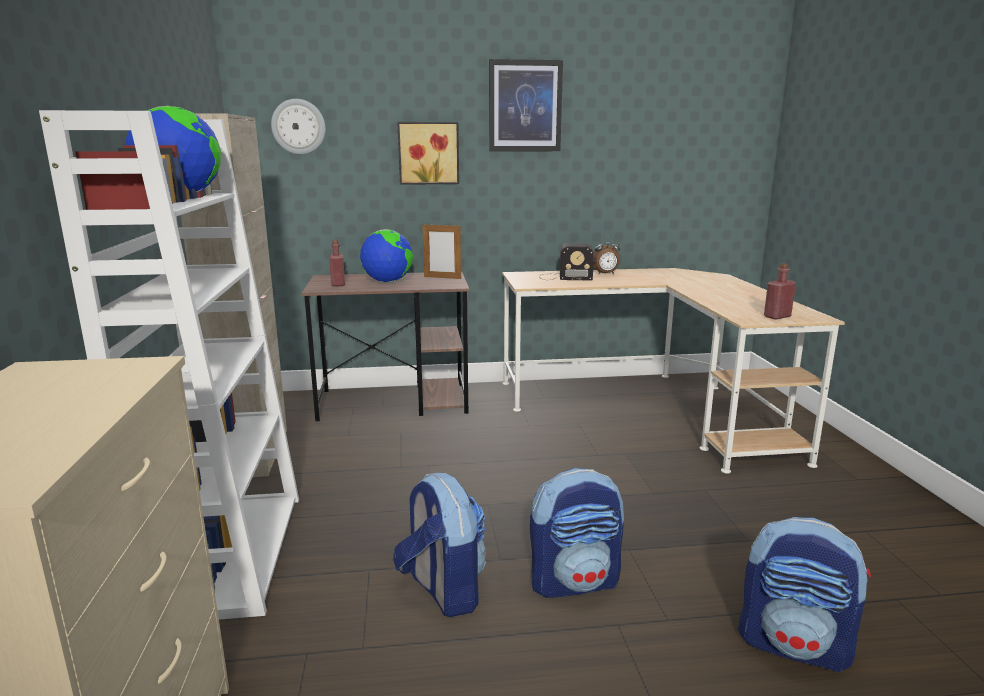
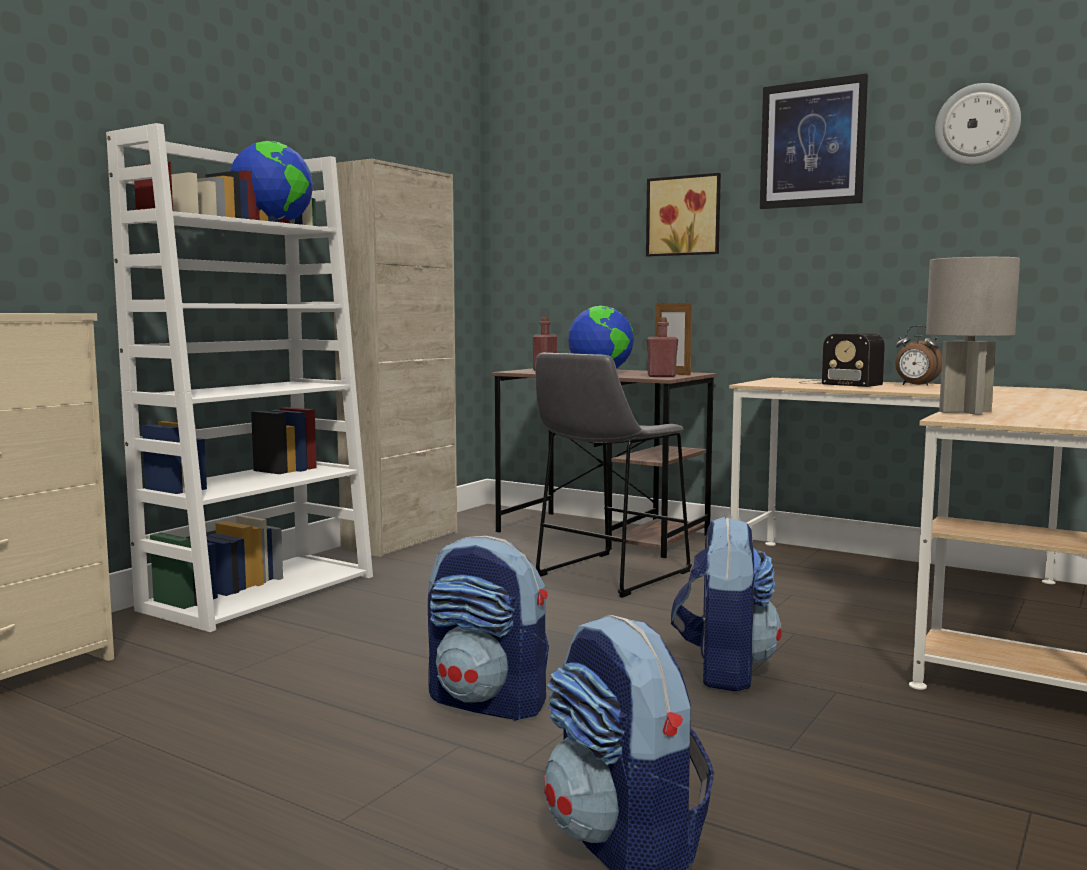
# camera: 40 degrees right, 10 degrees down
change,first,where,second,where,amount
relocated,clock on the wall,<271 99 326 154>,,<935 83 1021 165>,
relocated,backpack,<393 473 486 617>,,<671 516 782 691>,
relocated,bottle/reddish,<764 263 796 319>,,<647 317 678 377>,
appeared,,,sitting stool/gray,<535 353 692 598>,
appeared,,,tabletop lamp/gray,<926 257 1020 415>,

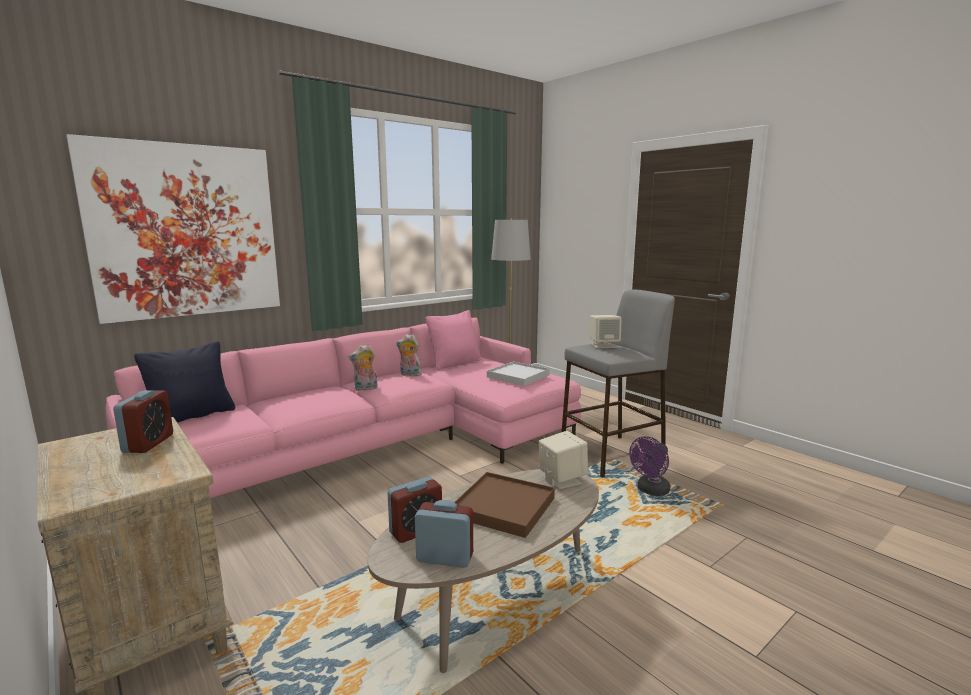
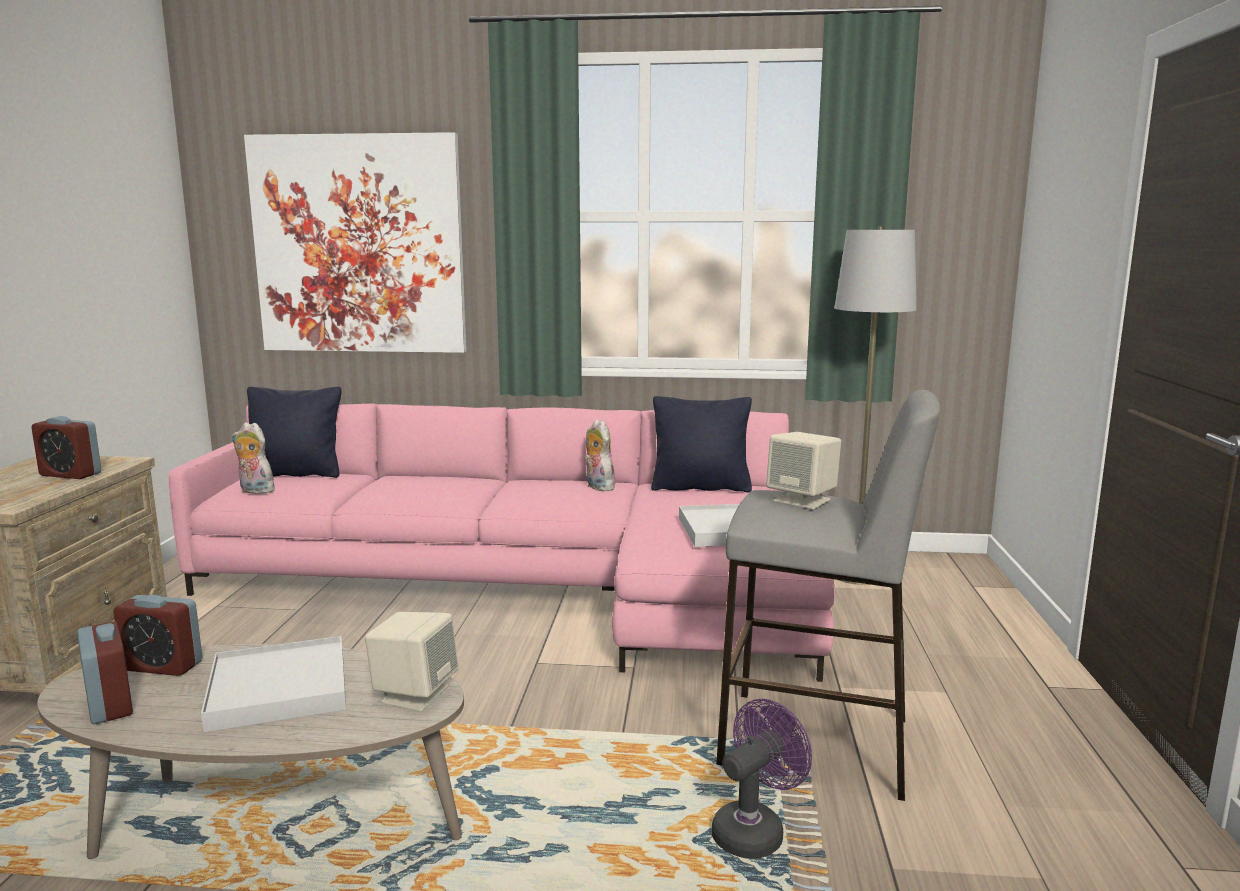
# camera: 45 degrees right, 0 degrees up
change,first,where,second,where,amount
spun,alarm clock,<113 390 173 453>,,<31 416 101 479>,60 degrees clockwise
relocated,soft toy,<348 344 378 391>,,<232 422 275 494>,
colour,cushion/pink,<426 310 481 370>,cushion/blackish,<651 396 752 493>,
colour,carrying tray/brown,<454 472 555 538>,carrying tray/whitish,<201 636 346 732>,
spun,electric fan/purple,<629 436 670 496>,,<712 699 812 859>,135 degrees clockwise

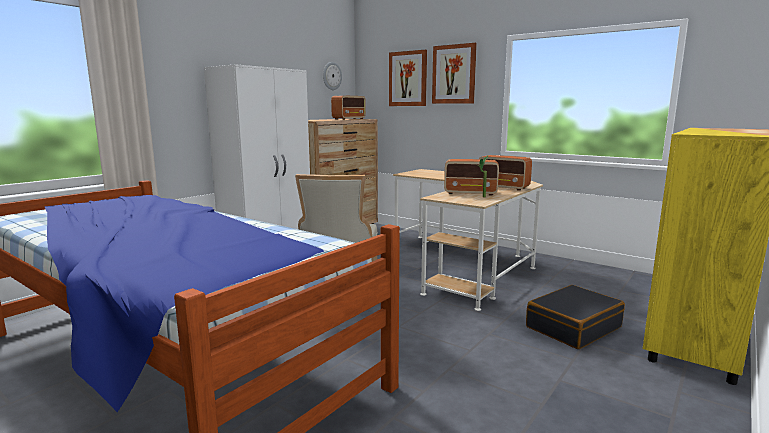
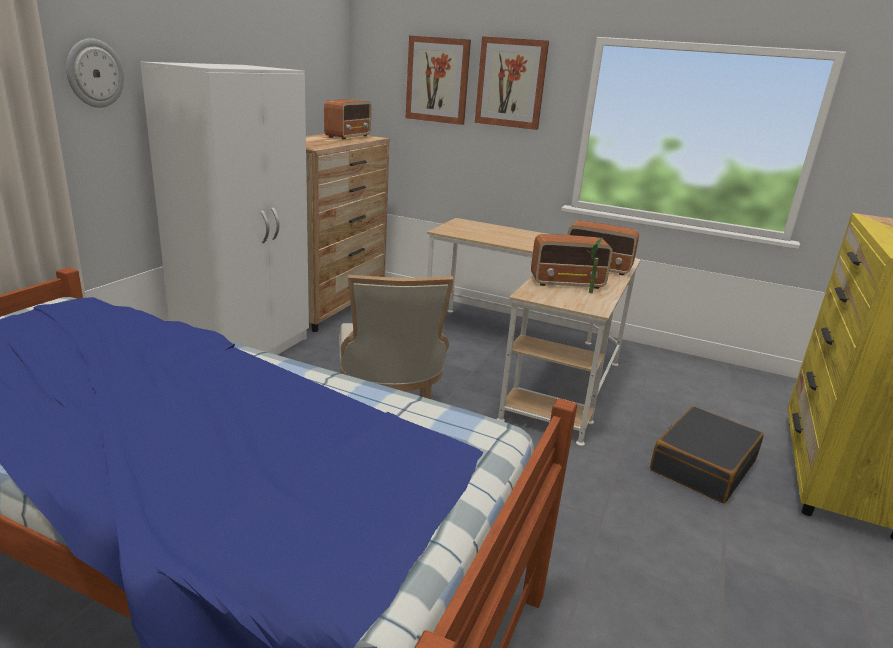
# camera: 15 degrees left, 10 degrees up
change,first,where,second,where,amount
relocated,clock on the wall,<323 62 342 90>,,<66 38 124 108>,

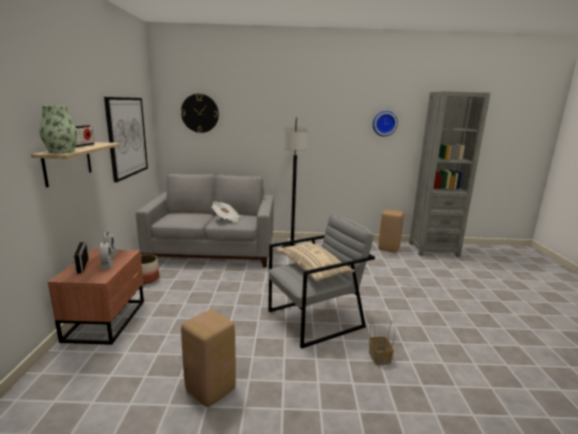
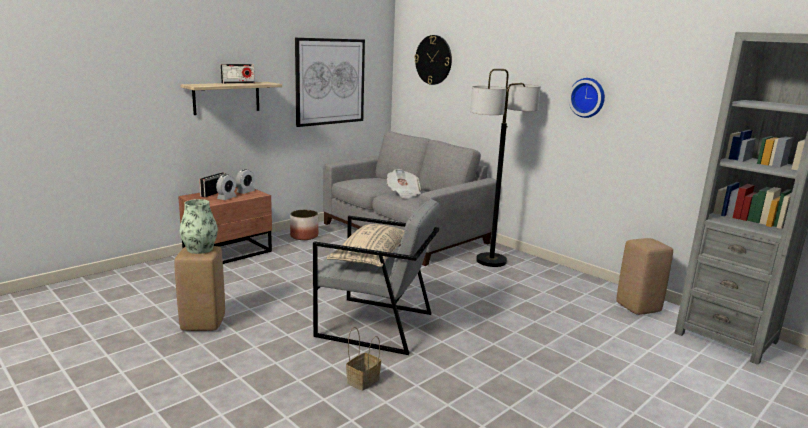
# camera: 45 degrees right, 0 degrees up
change,first,where,second,where,amount
relocated,flower vase,<39 105 78 153>,,<179 199 218 254>,
relocated,clock on the wall,<373 111 398 136>,,<568 78 605 118>,

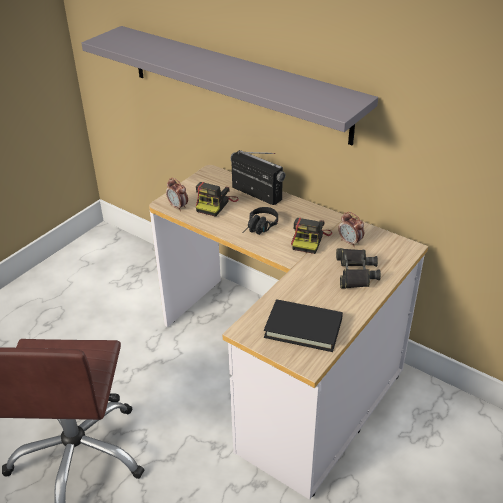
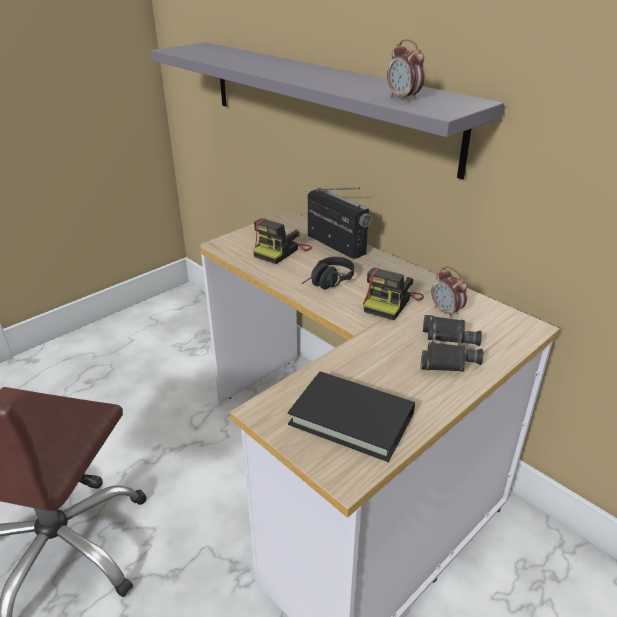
# camera: 10 degrees right, 5 degrees down
change,first,where,second,where,amount
relocated,alarm clock,<166 178 188 211>,,<387 39 425 102>,

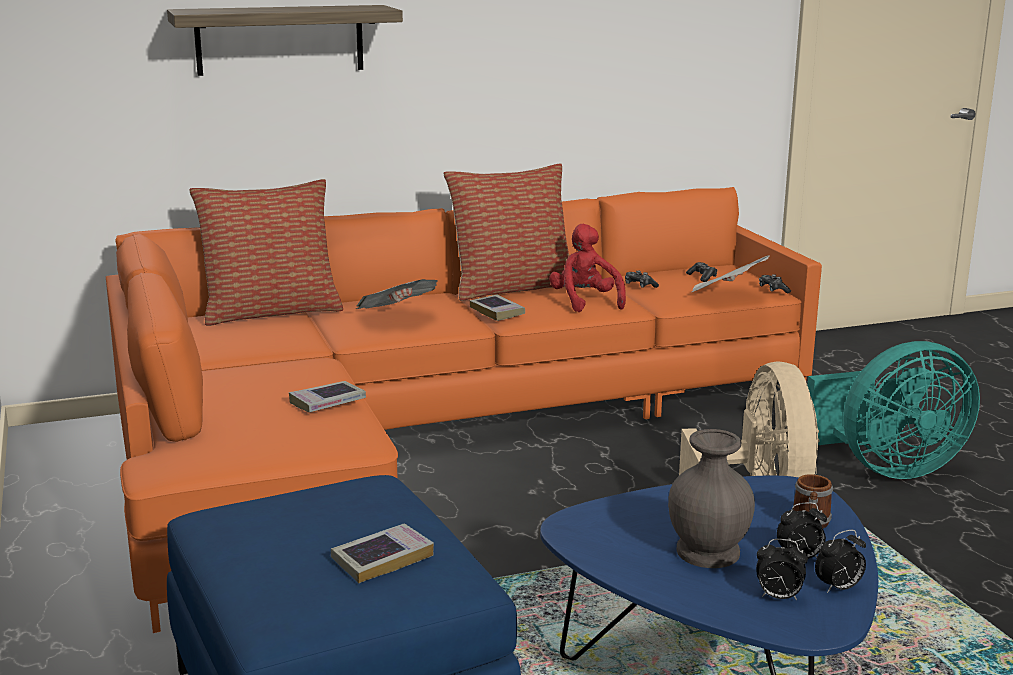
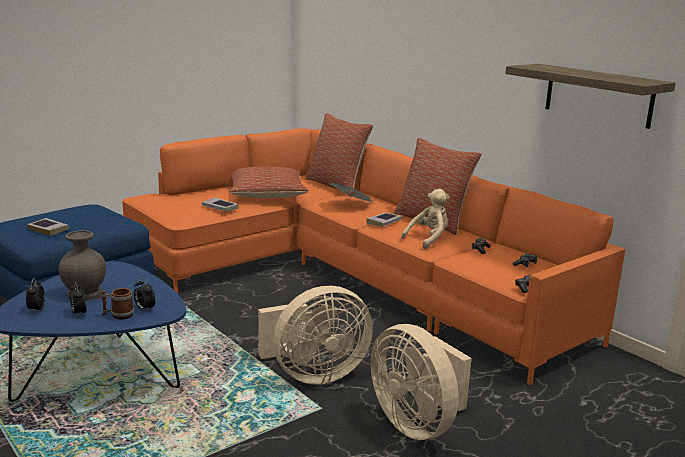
# camera: 70 degrees right, 0 degrees up
change,first,where,second,where,amount
relocated,shelf,<167 5 403 76>,,<505 64 676 129>,
colour,soft toy/reddish,<549 224 626 312>,soft toy/sand-coloured,<401 189 449 249>,
missing,daily paper,<692 255 770 292>,,,
colour,electric fan/blue-green,<807 341 980 479>,electric fan/sand-coloured,<371 324 472 440>,
relocated,alarm clock,<815 530 866 593>,,<134 278 156 311>,
appeared,,,cushion,<229 167 309 198>,

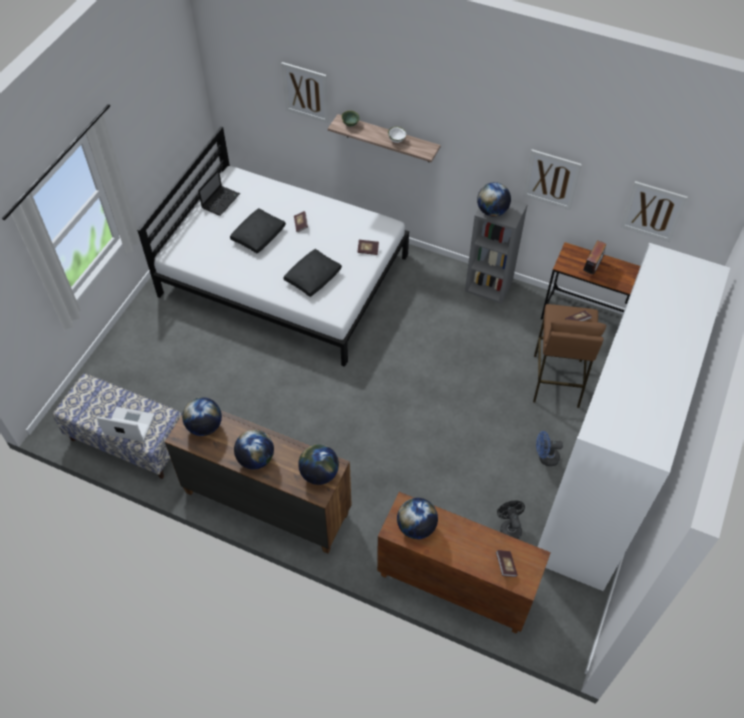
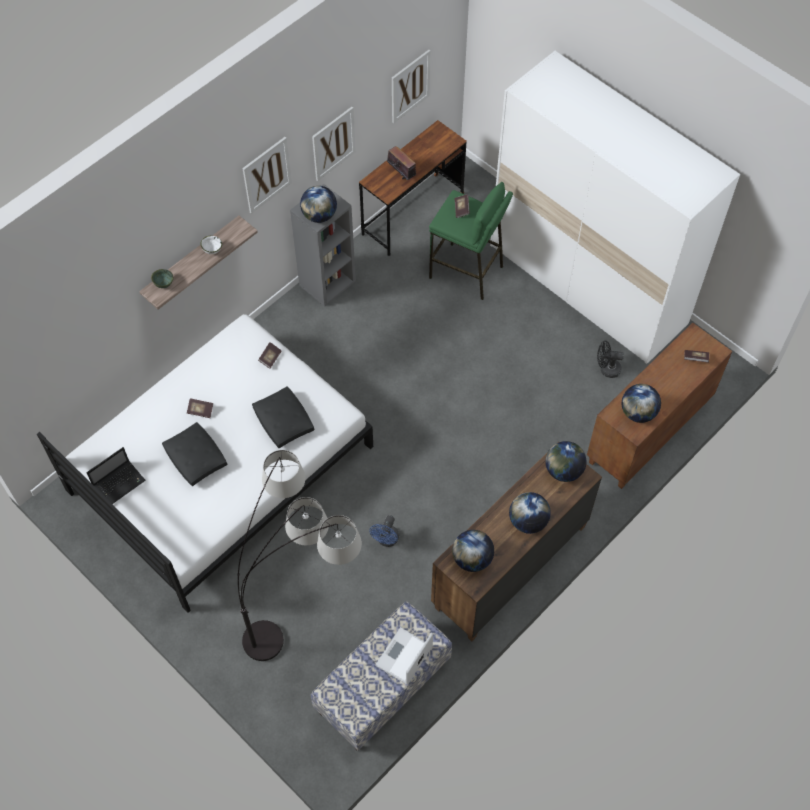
# camera: 70 degrees left, 5 degrees up
change,first,where,second,where,amount
spun,notebook computer,<198 169 240 216>,,<87 447 146 504>,90 degrees clockwise
relocated,picture,<281 62 329 123>,,<242 137 292 214>,
colour,sitting stool/brown,<533 304 606 408>,sitting stool/green-coloured,<429 182 513 300>,
relocated,electric fan/blue-coloured,<536 431 563 467>,,<369 515 399 547>,
appeared,,,standing lamp,<237 450 362 661>,

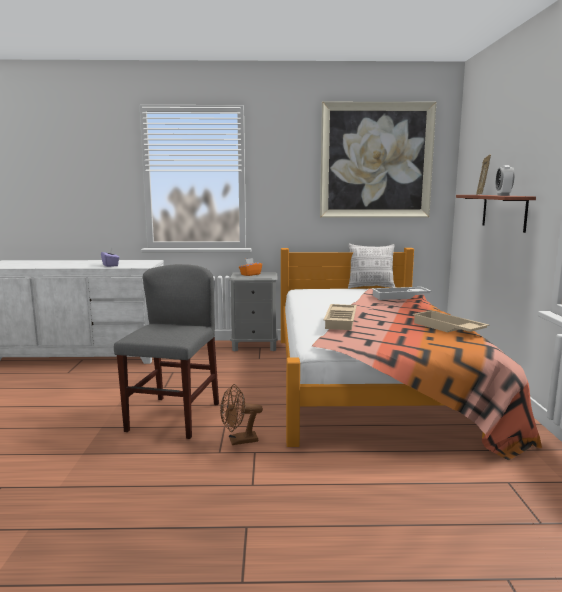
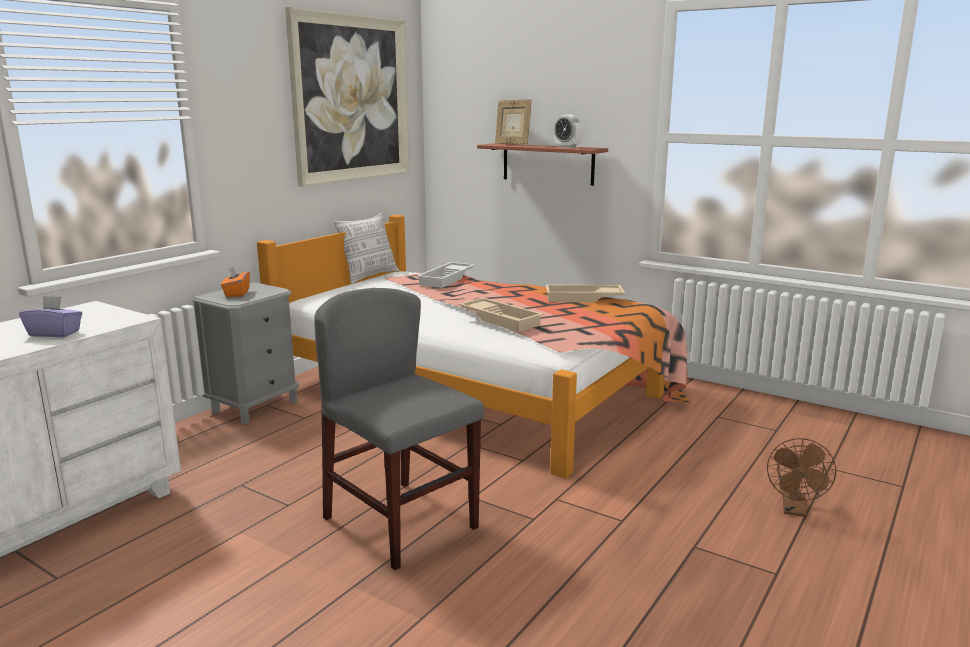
# camera: 55 degrees left, 5 degrees up
change,first,where,second,where,amount
relocated,electric fan/brown,<220 384 263 445>,,<767 438 836 517>,

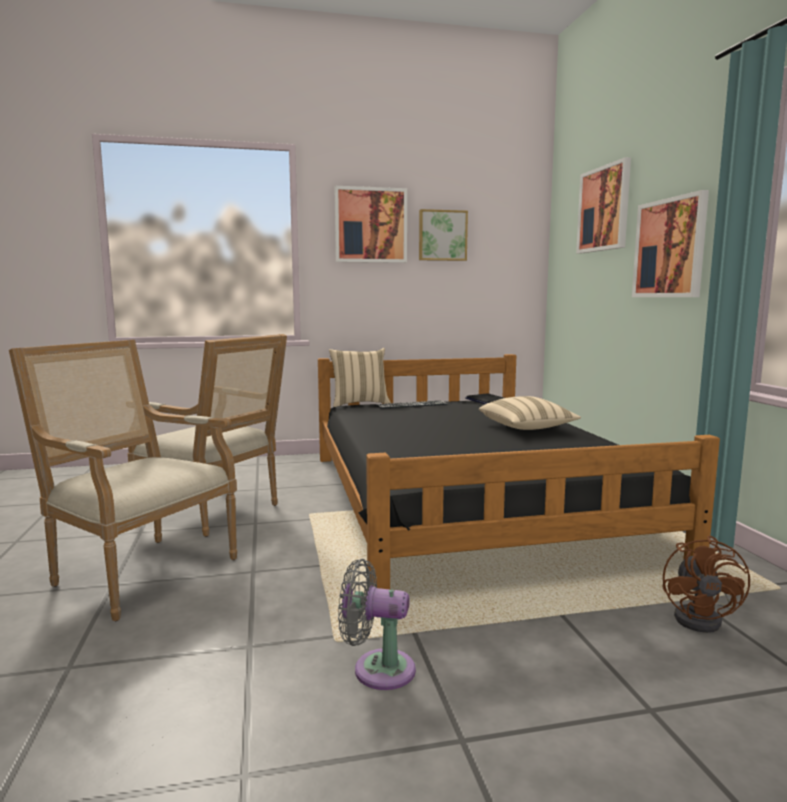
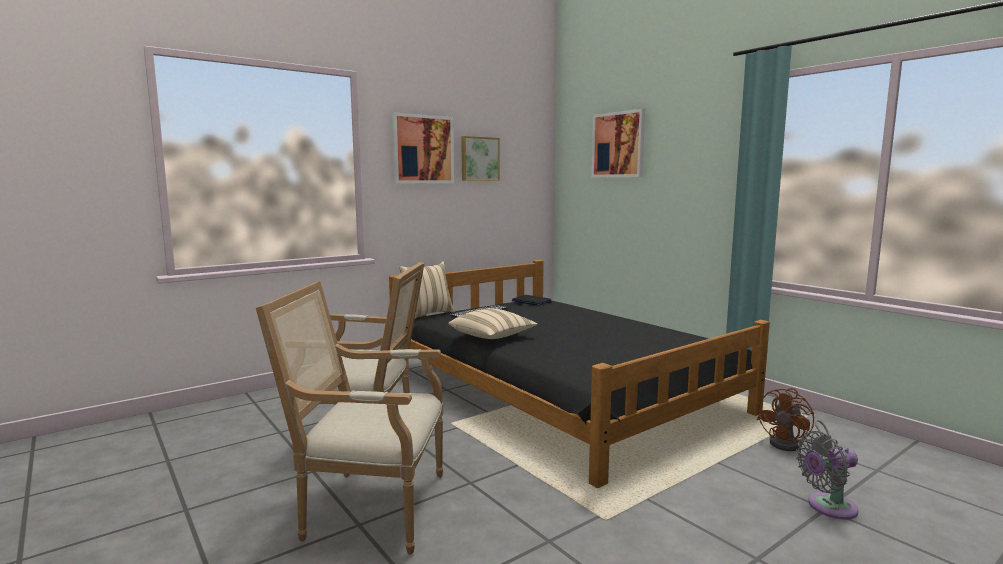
# camera: 25 degrees left, 0 degrees up
change,first,where,second,where,amount
relocated,electric fan/gray,<338 559 416 690>,,<796 431 858 520>,
relocated,cushion/sand-coloured,<479 396 581 430>,,<448 308 538 339>,
missing,picture,<632 190 709 297>,,,
spun,electric fan/brown,<662 536 750 633>,,<757 388 829 451>,60 degrees clockwise

